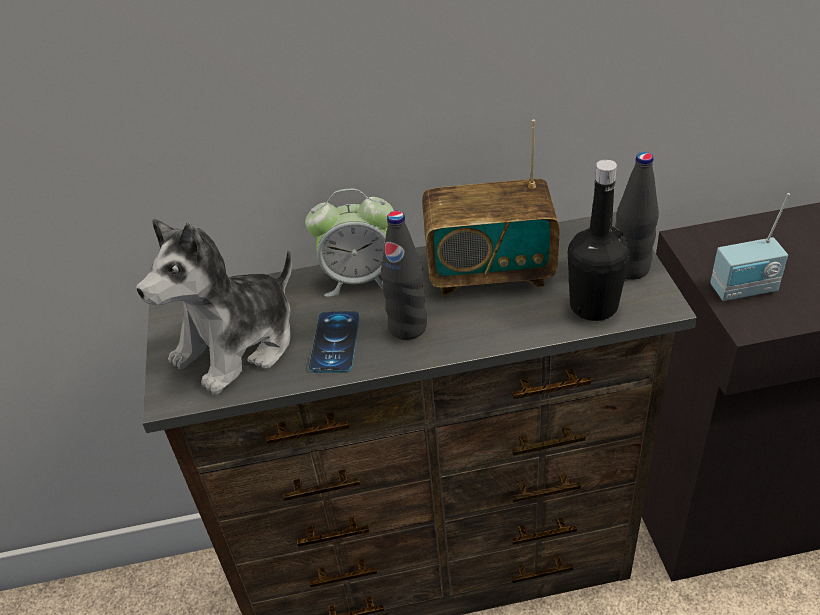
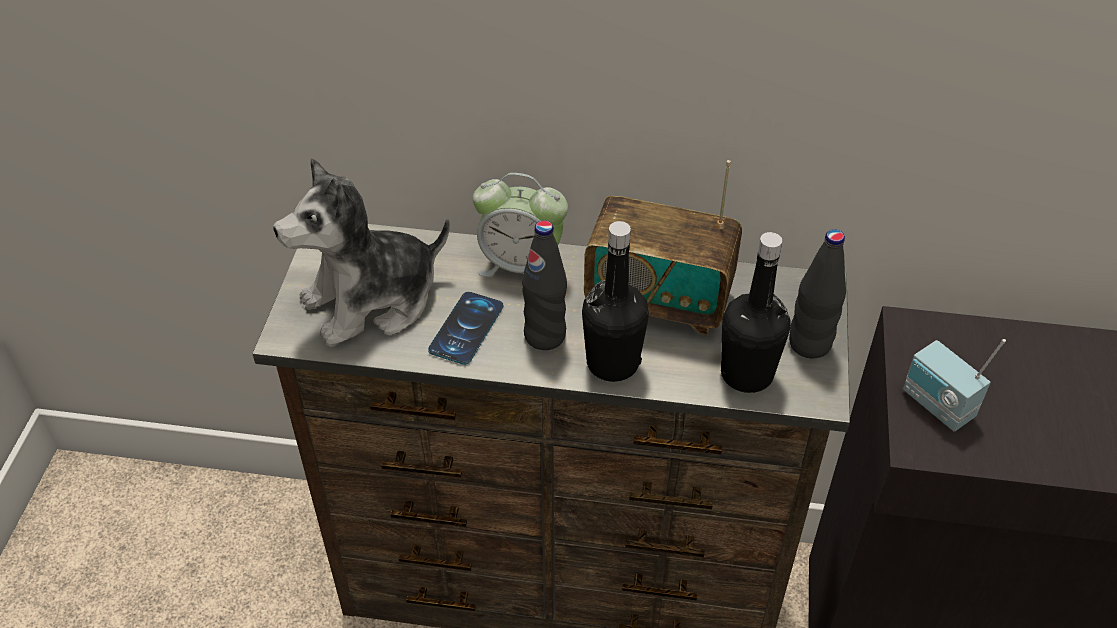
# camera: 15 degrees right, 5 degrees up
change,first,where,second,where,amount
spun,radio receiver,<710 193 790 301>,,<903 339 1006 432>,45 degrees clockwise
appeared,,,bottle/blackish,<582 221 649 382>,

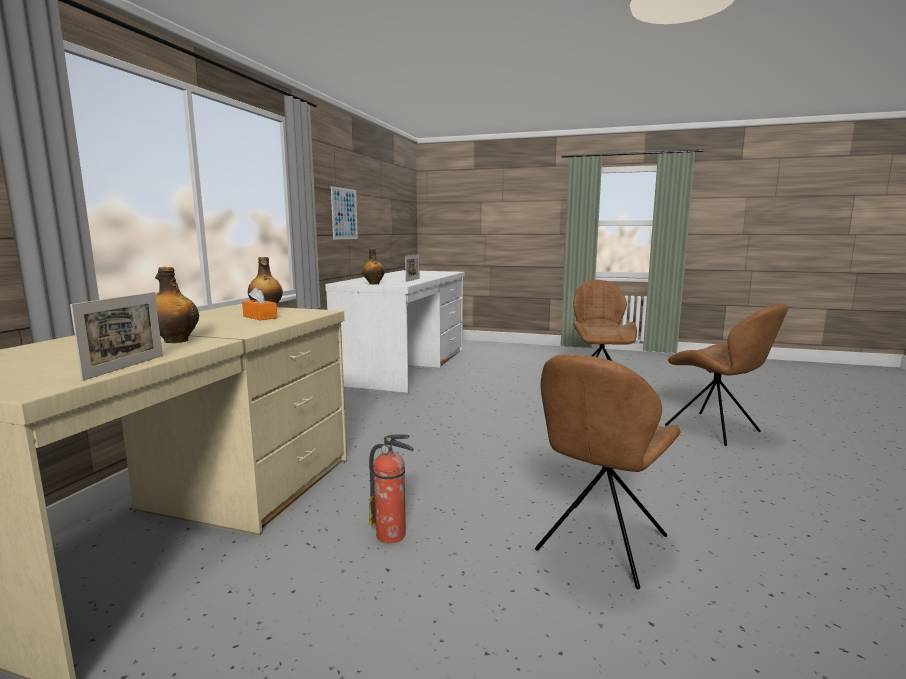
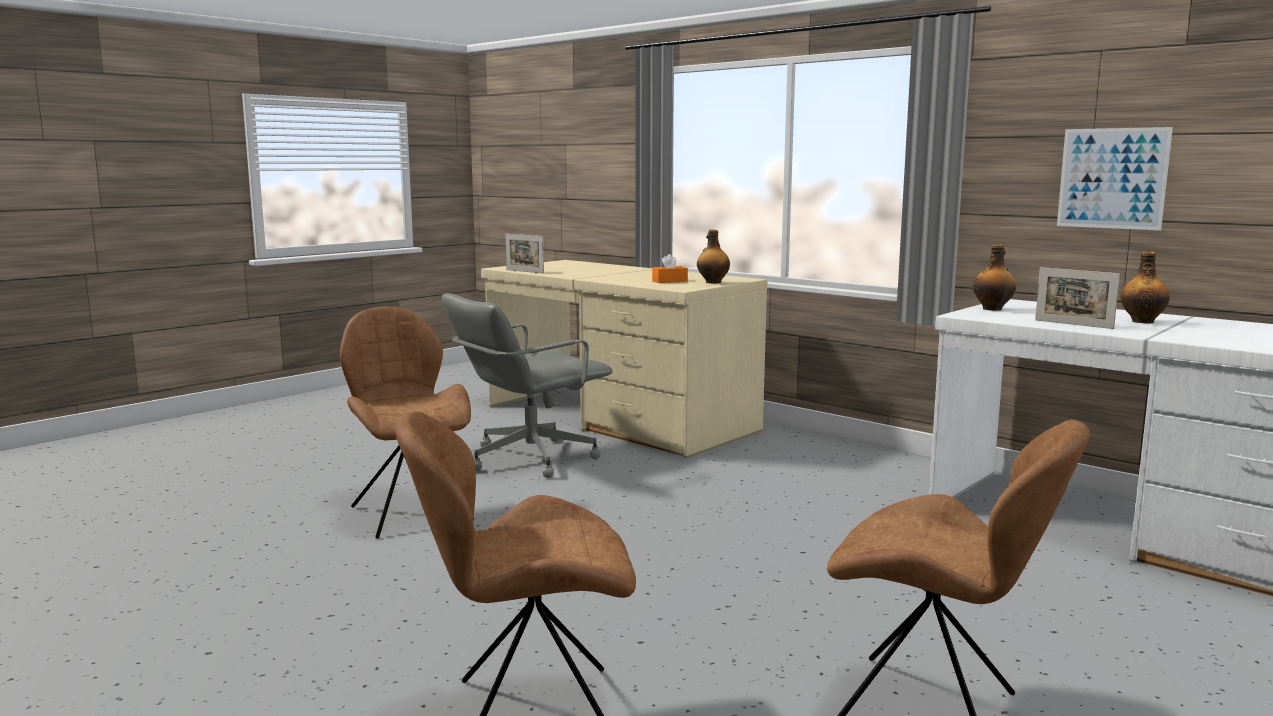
# camera: 115 degrees right, 0 degrees up
change,first,where,second,where,amount
relocated,bottle,<155 267 199 343>,,<1120 252 1170 324>,
exchanged,fire-fighting cylinder,<369 434 414 543>,office chair/gray,<442 293 613 478>,

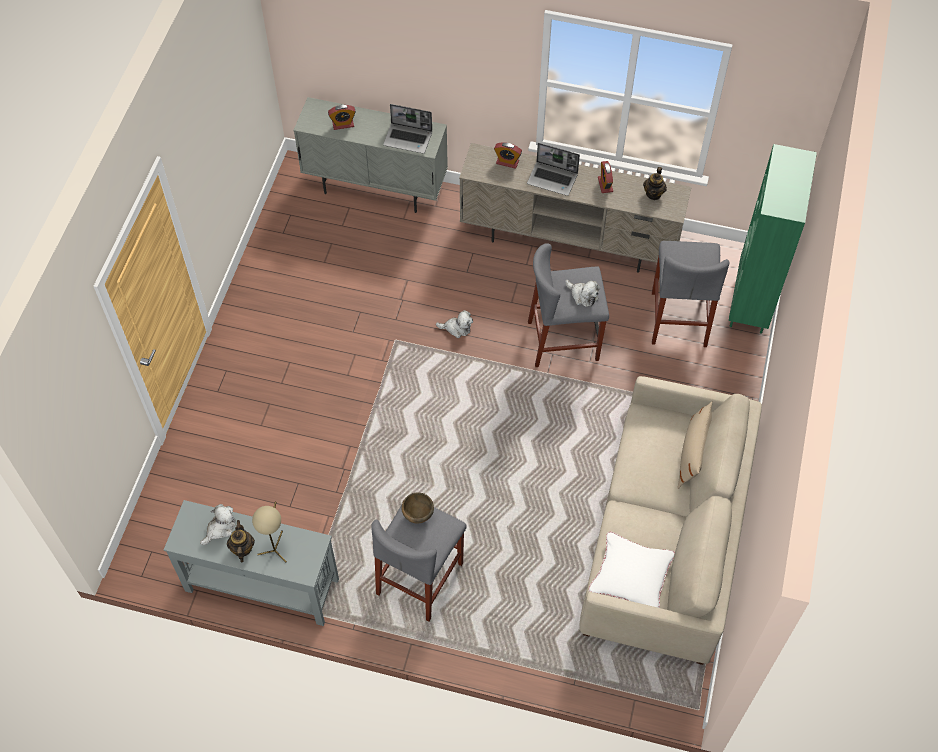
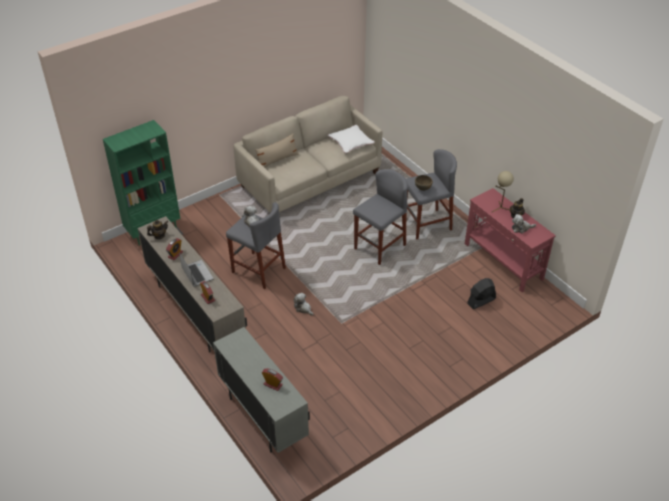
# camera: 140 degrees left, 15 degrees down
change,first,where,second,where,amount
colour,hall table/gray,<164 500 339 626>,hall table/reddish,<465 188 556 292>,
missing,notebook computer,<383 104 432 154>,,,
relocated,sitting stool/gray,<652 241 729 347>,,<353 169 408 265>,
appeared,,,electric fan/blackish,<467 278 496 309>,

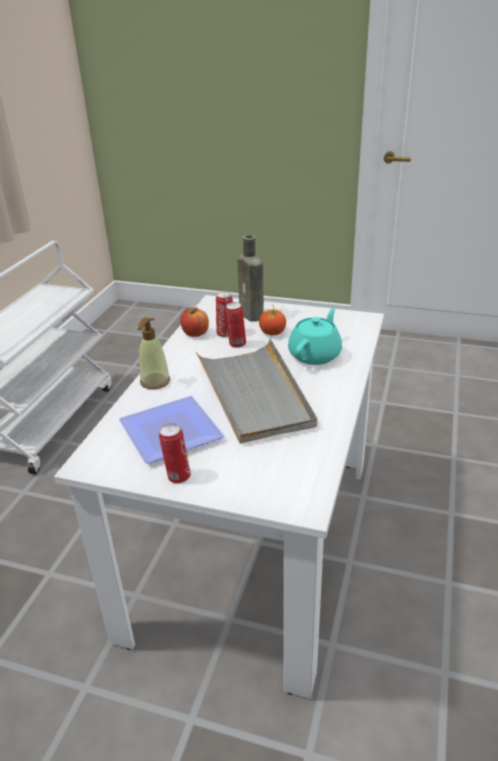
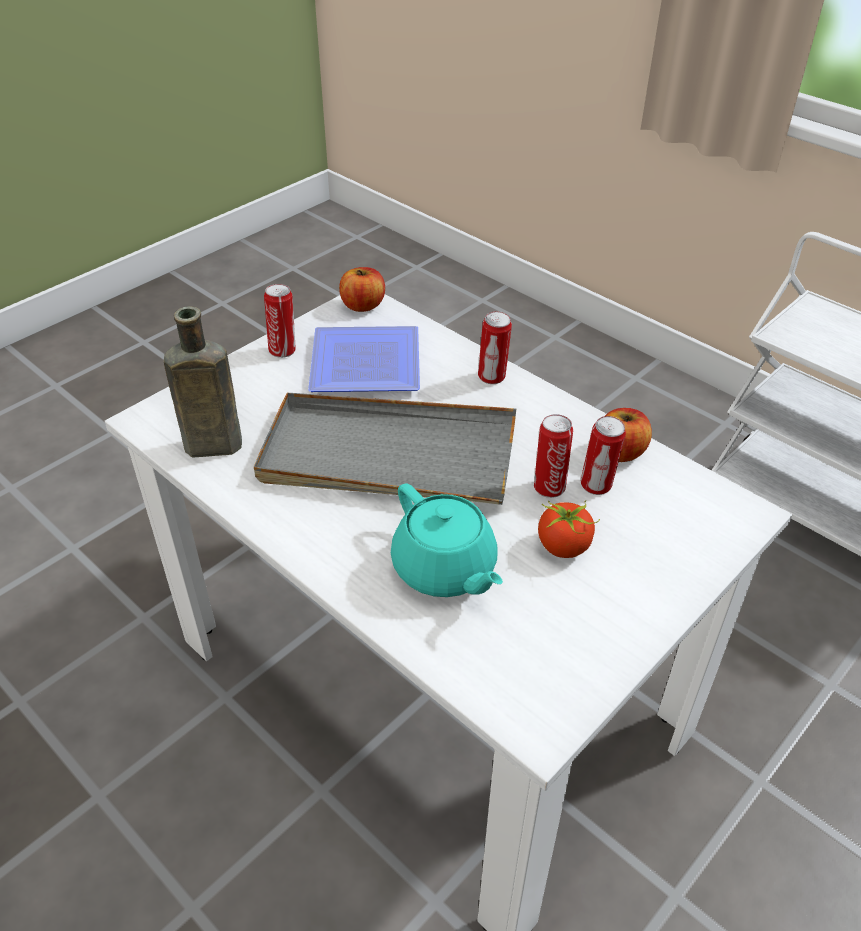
# camera: 115 degrees right, 10 degrees up
change,first,where,second,where,amount
exchanged,soap bottle,<138 317 170 389>,sealed can,<478 311 512 384>,
relocated,bottle/brown,<237 235 264 322>,,<164 306 242 457>,
appeared,,,apple,<339 267 385 312>,

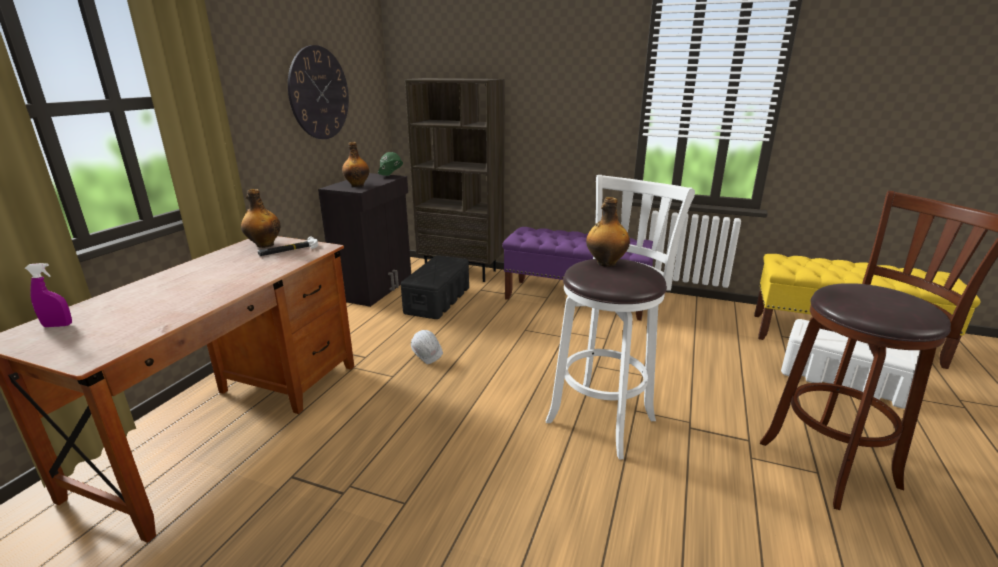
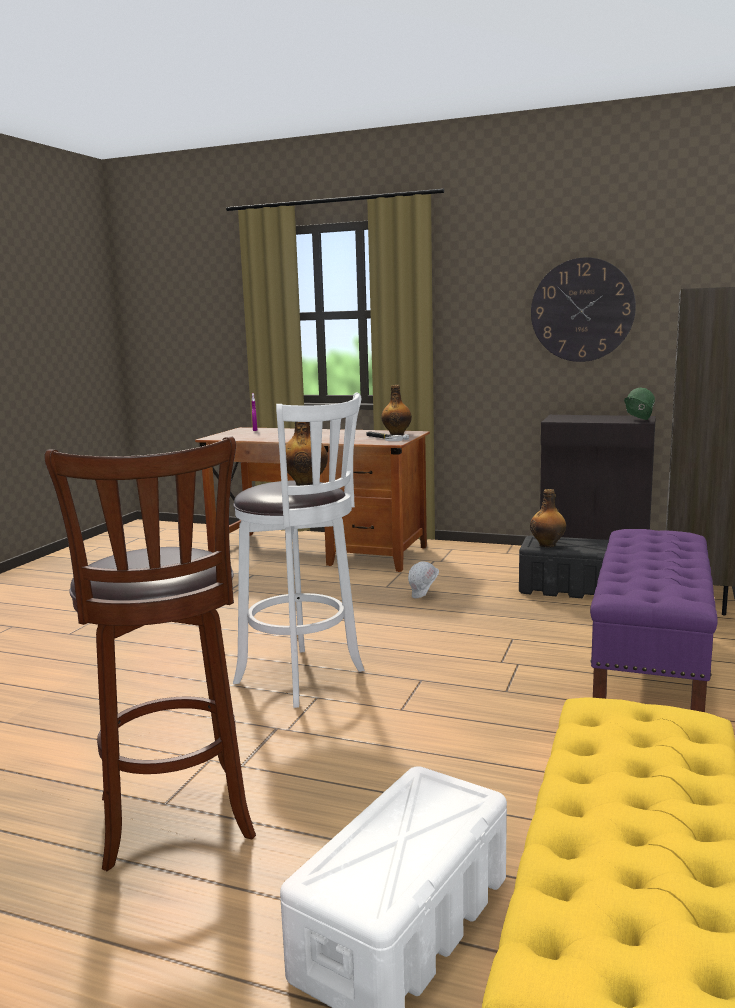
# camera: 90 degrees right, 10 degrees down
change,first,where,second,where,amount
relocated,bottle,<342 142 369 187>,,<530 489 566 547>,

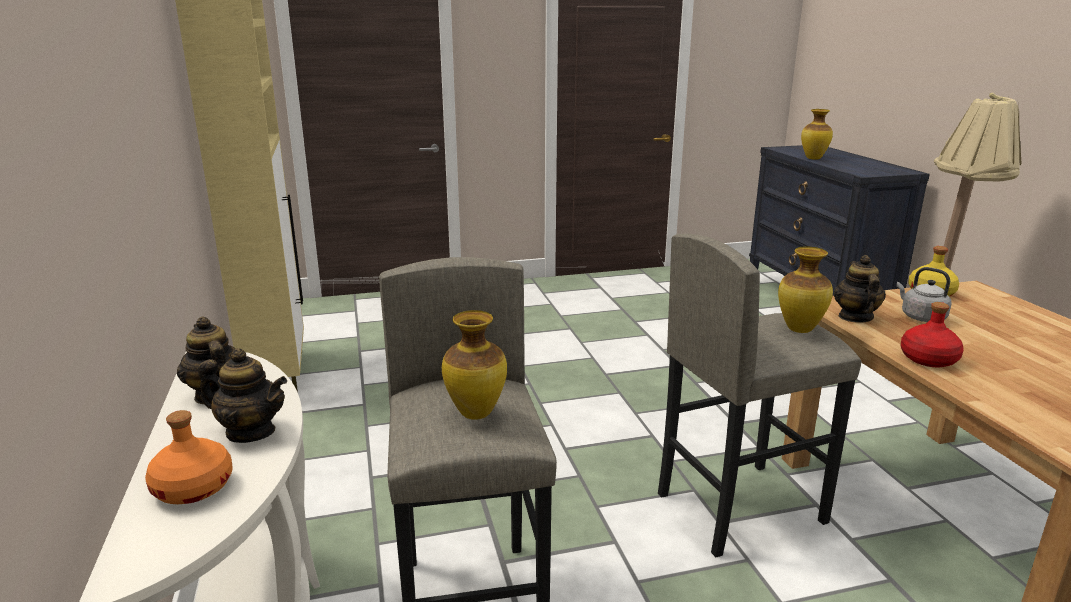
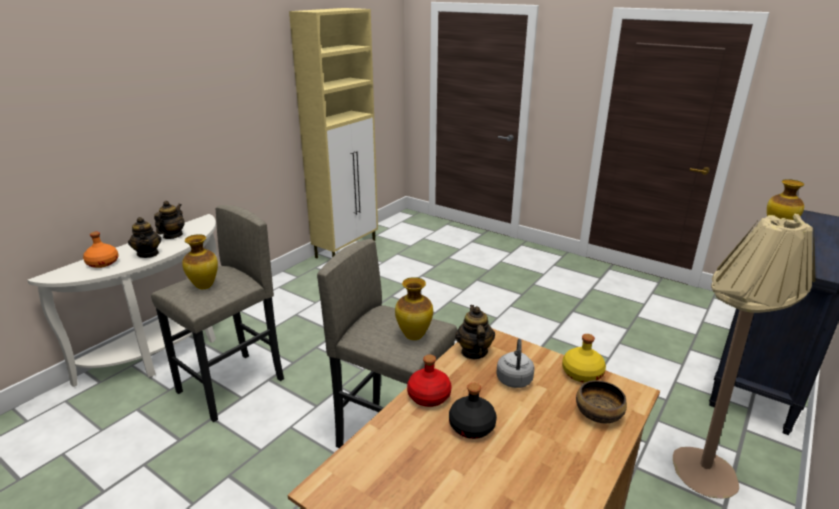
# camera: 50 degrees right, 5 degrees up
change,first,where,second,where,amount
spun,teapot,<834 255 886 323>,,<455 305 495 359>,60 degrees counterclockwise
appeared,,,bottle/blackish,<449 383 497 439>,
appeared,,,serving bowl,<576 380 627 423>,

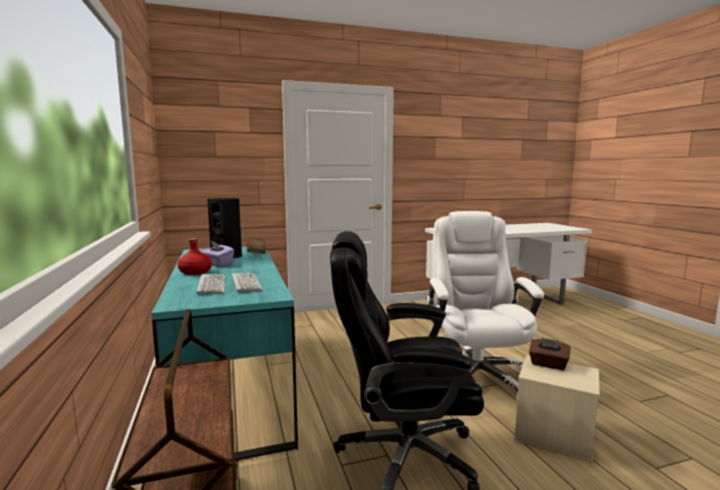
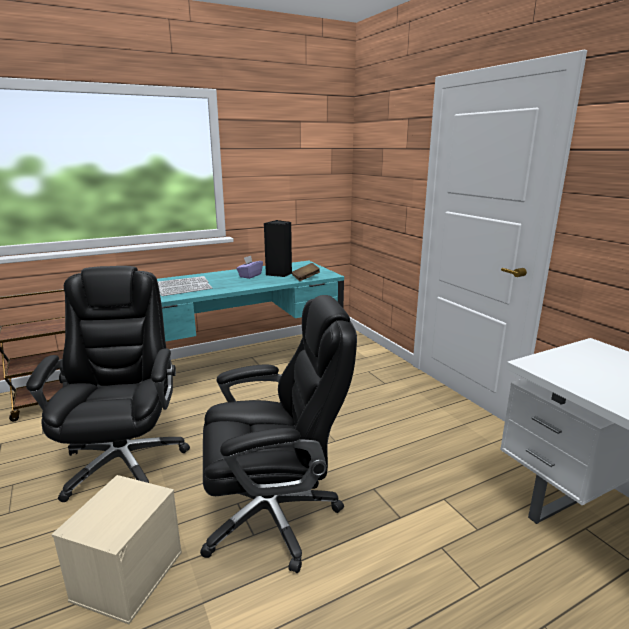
# camera: 80 degrees right, 10 degrees up
change,first,where,second,where,amount
missing,bottle/reddish,<178 238 212 275>,,,
colour,office chair/whitish,<426 211 544 399>,office chair/blackish,<200 295 357 573>,
missing,box of tissues/brown,<529 338 571 371>,,,

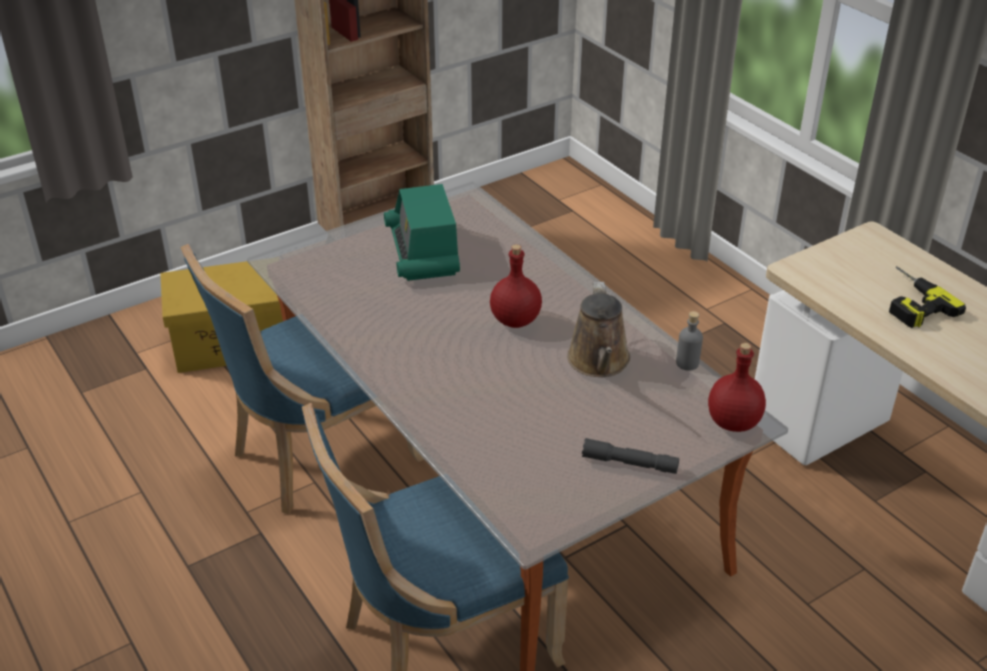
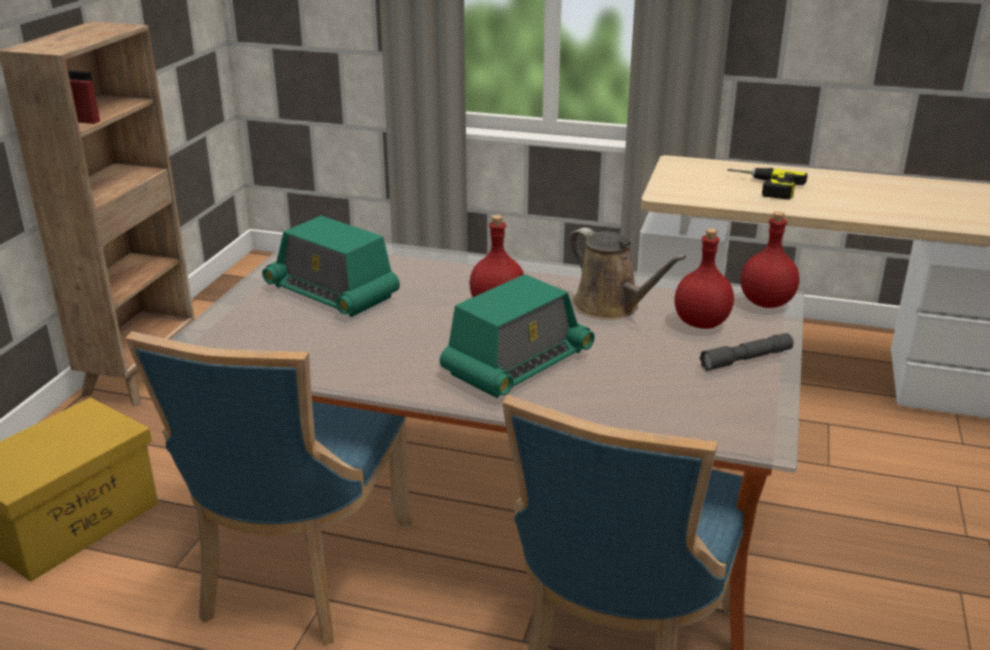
# camera: 40 degrees left, 10 degrees down
change,first,where,second,where,amount
missing,bottle/gray,<676 311 703 371>,,,
appeared,,,radio receiver,<440 274 595 398>,
appeared,,,bottle/reddish,<675 228 734 329>,

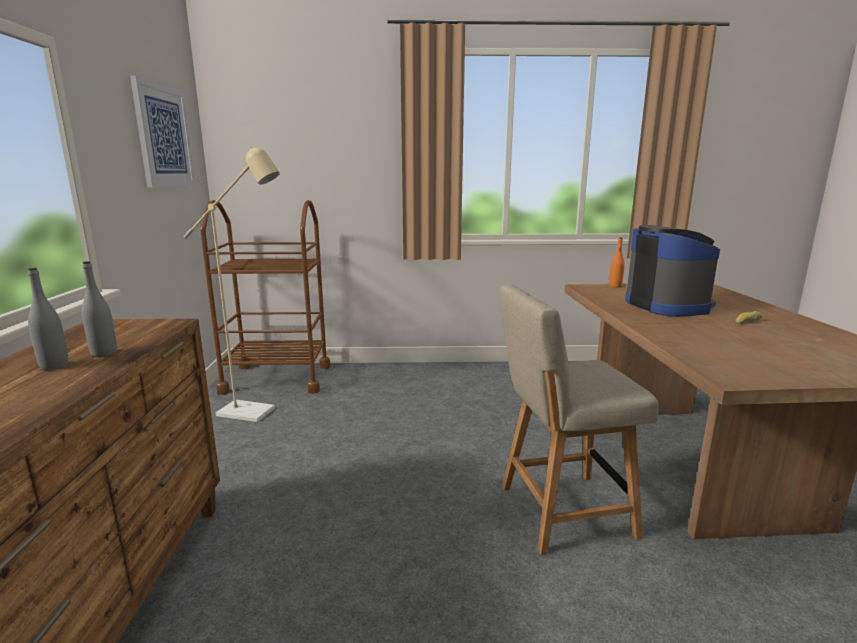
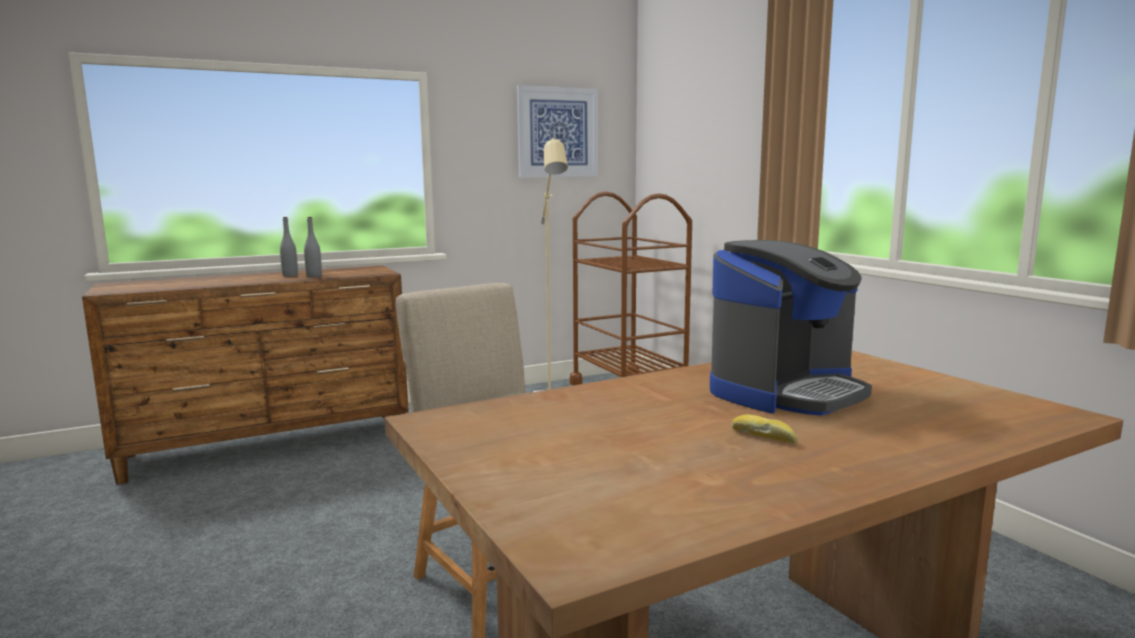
# camera: 65 degrees right, 5 degrees down
change,first,where,second,where,amount
missing,bottle/orangey,<609 237 625 288>,,,

